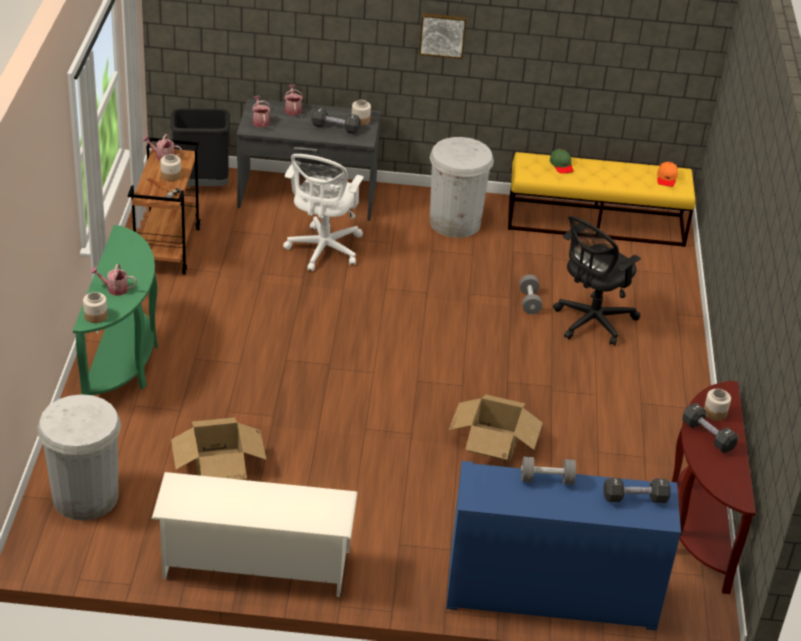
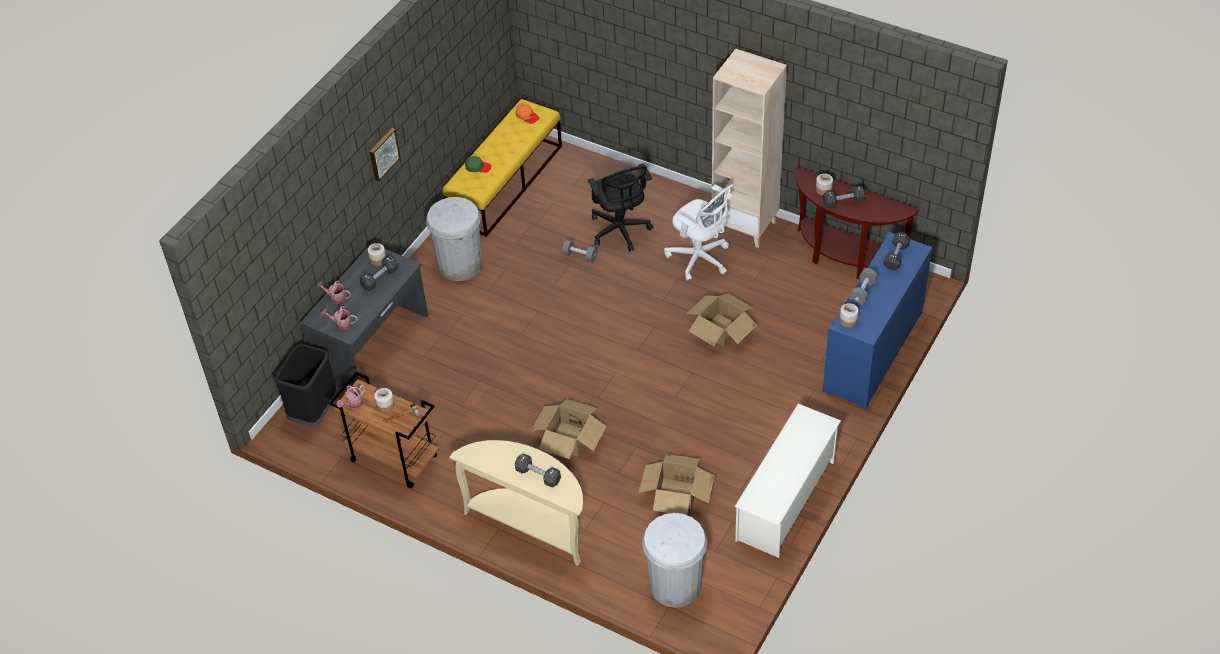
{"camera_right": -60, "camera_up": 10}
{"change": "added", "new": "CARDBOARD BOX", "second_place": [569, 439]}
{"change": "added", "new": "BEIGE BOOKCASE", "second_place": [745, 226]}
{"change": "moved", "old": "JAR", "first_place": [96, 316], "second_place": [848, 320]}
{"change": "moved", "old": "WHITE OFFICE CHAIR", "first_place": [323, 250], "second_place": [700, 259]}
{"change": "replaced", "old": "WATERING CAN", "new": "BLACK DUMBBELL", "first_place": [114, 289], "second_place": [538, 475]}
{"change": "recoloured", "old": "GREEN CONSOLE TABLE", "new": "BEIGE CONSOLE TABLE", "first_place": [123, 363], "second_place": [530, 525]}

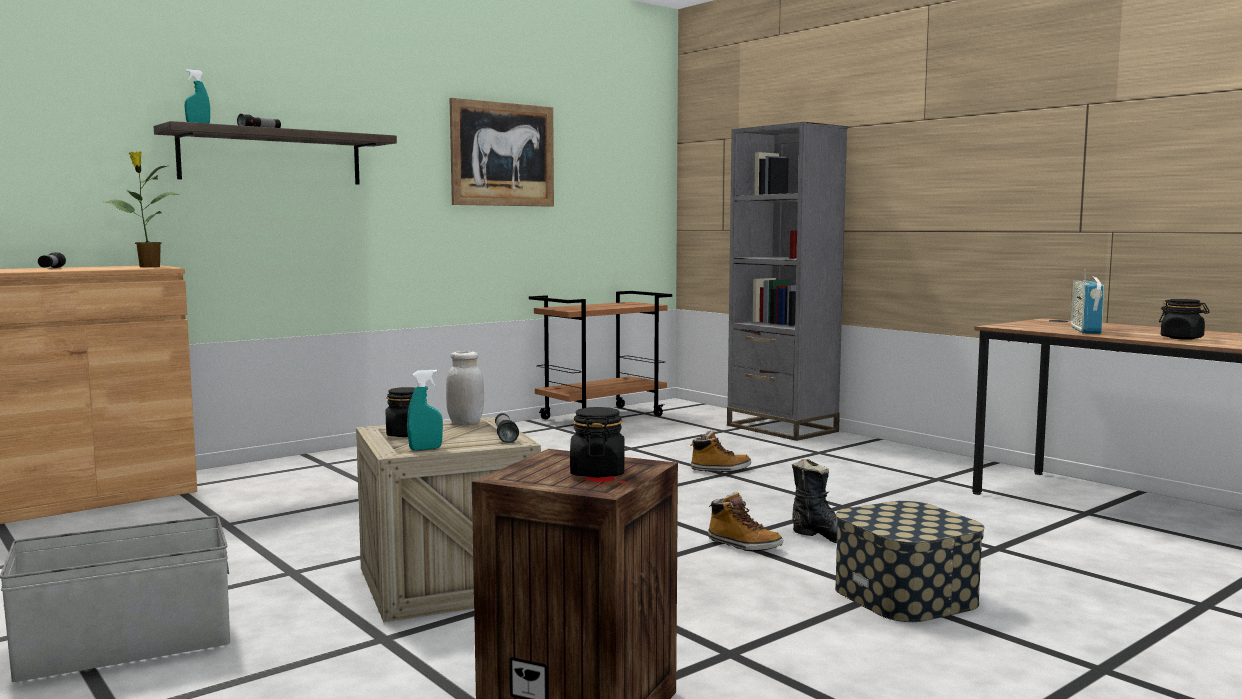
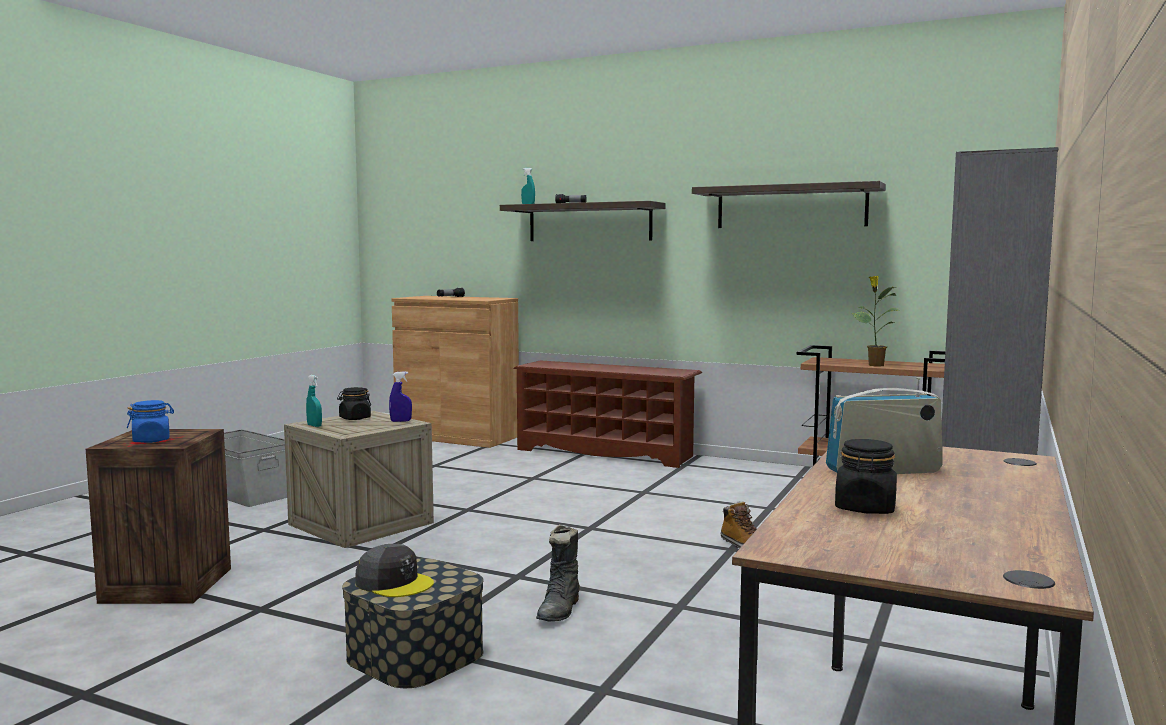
{"camera_right": 65, "camera_up": 0}
{"change": "removed", "old": "FLASHLIGHT", "first_place": [505, 436]}
{"change": "removed", "old": "BOOT", "first_place": [743, 545]}
{"change": "added", "new": "GREY CAP", "second_place": [394, 583]}
{"change": "added", "new": "BROWN SHOE RACK", "second_place": [606, 453]}
{"change": "moved", "old": "POTTED PLANT", "first_place": [148, 267], "second_place": [875, 365]}
{"change": "replaced", "old": "WHITE JAR", "new": "BLUE SPRAY BOTTLE", "first_place": [465, 423], "second_place": [401, 421]}
{"change": "replaced", "old": "PICTURE", "new": "SHELF", "first_place": [502, 154], "second_place": [791, 207]}
{"change": "recoloured", "old": "BLACK JAR", "new": "BLUE JAR", "first_place": [597, 473], "second_place": [152, 440]}

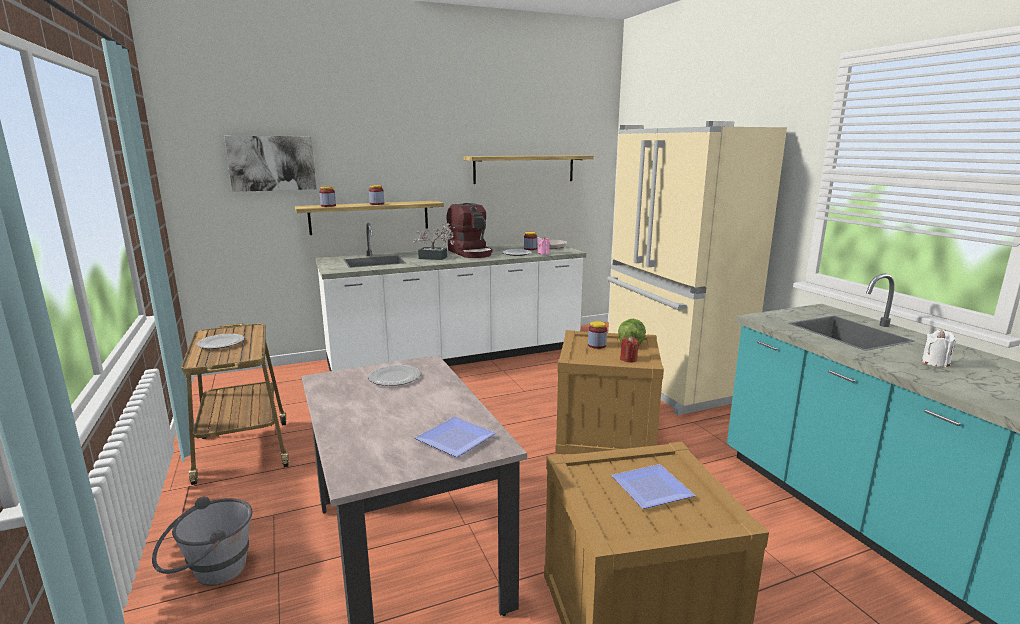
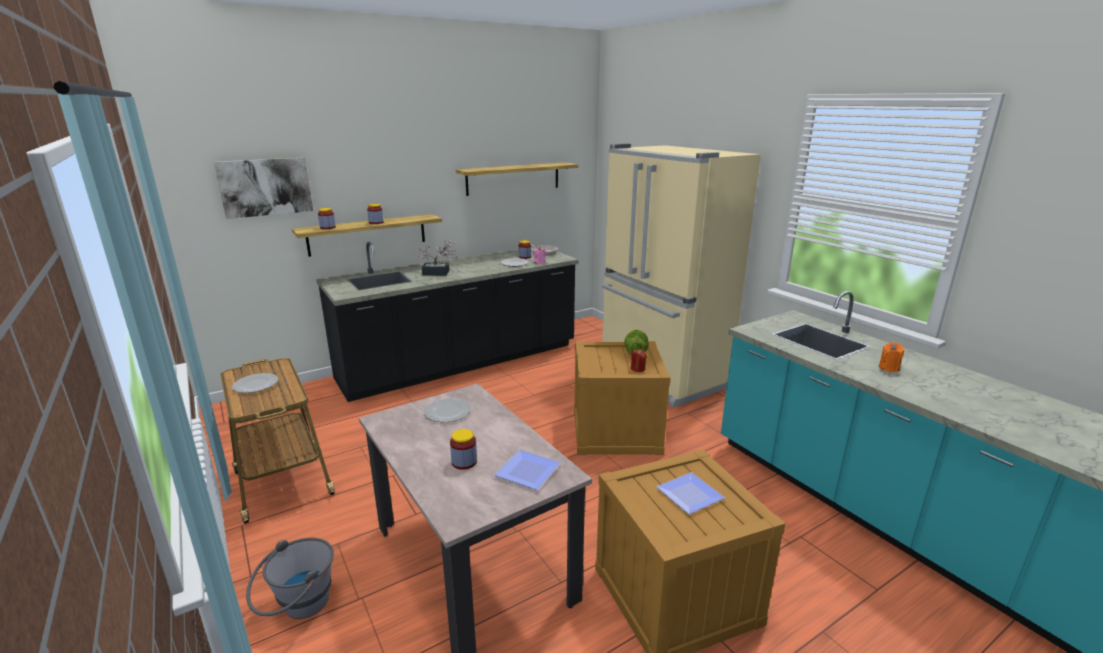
{"camera_right": -10, "camera_up": 5}
{"change": "removed", "old": "COFFEE MACHINE", "first_place": [471, 253]}
{"change": "moved", "old": "JAR", "first_place": [596, 345], "second_place": [464, 462]}
{"change": "recoloured", "old": "WHITE COUNTER", "new": "BLACK COUNTER", "first_place": [456, 356], "second_place": [460, 363]}
{"change": "recoloured", "old": "WHITE CANDLE", "new": "ORANGE CANDLE", "first_place": [935, 362], "second_place": [888, 368]}

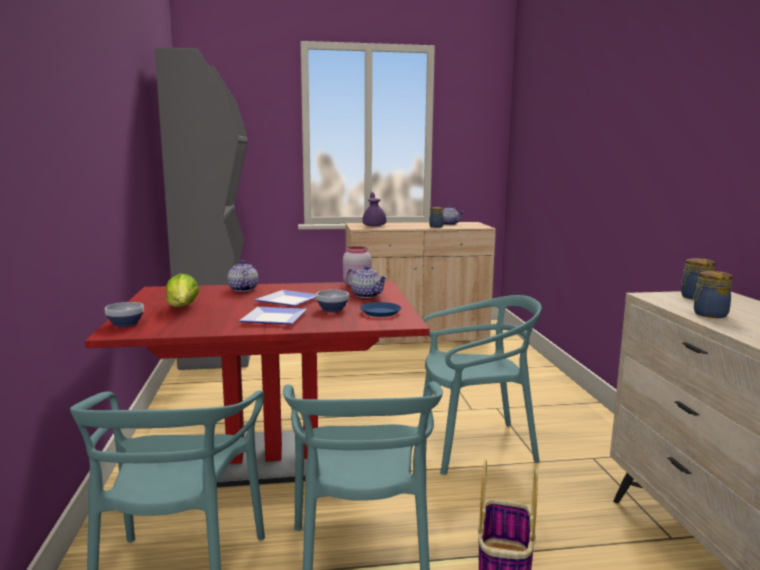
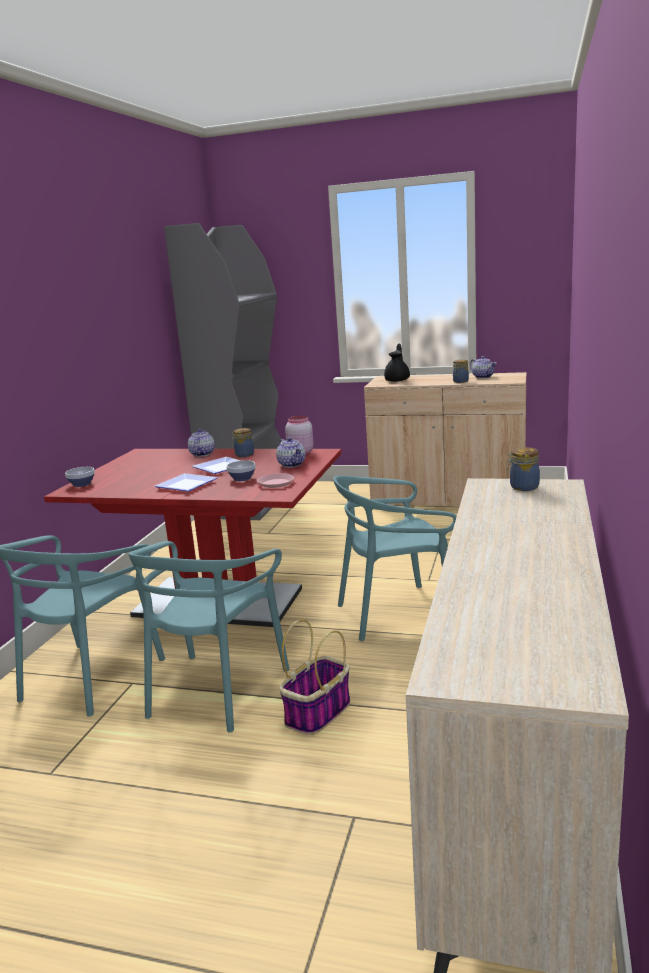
{"camera_right": 25, "camera_up": 5}
{"change": "removed", "old": "LETTUCE", "first_place": [182, 308]}
{"change": "moved", "old": "JAR", "first_place": [708, 314], "second_place": [243, 455]}
{"change": "recoloured", "old": "BLUE PLATE", "new": "PINK PLATE", "first_place": [380, 312], "second_place": [276, 483]}
{"change": "recoloured", "old": "PURPLE TEAPOT", "new": "BLACK TEAPOT", "first_place": [374, 225], "second_place": [398, 380]}
{"change": "turned", "old": "TURQUOISE CHAIR", "first_place": [474, 445], "second_place": [396, 613], "degrees": 150}

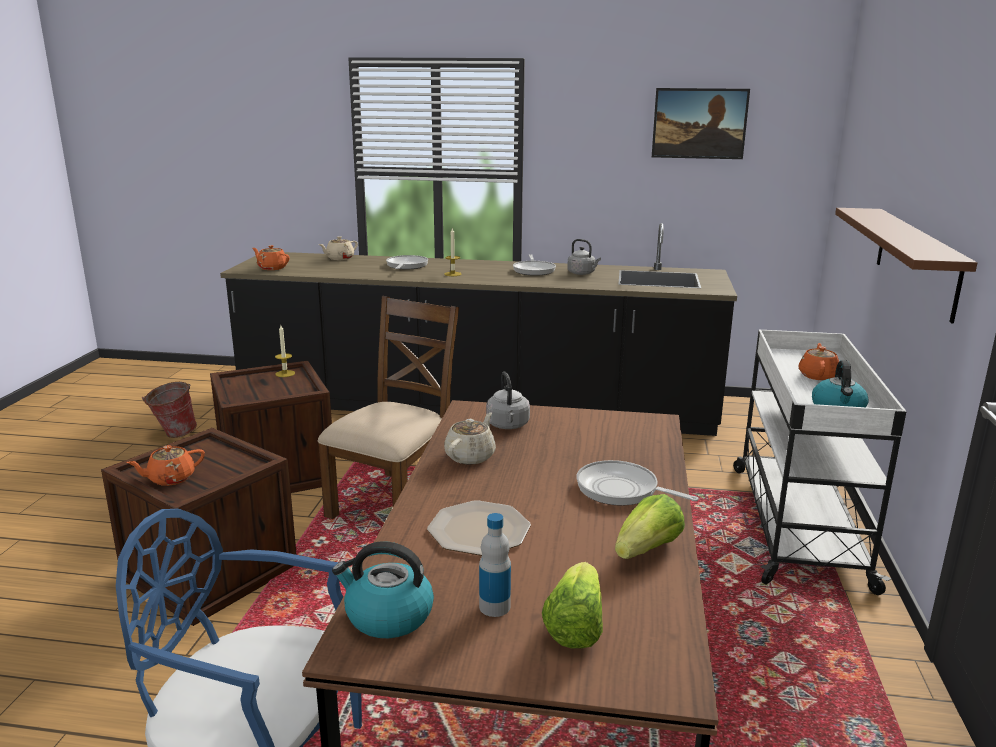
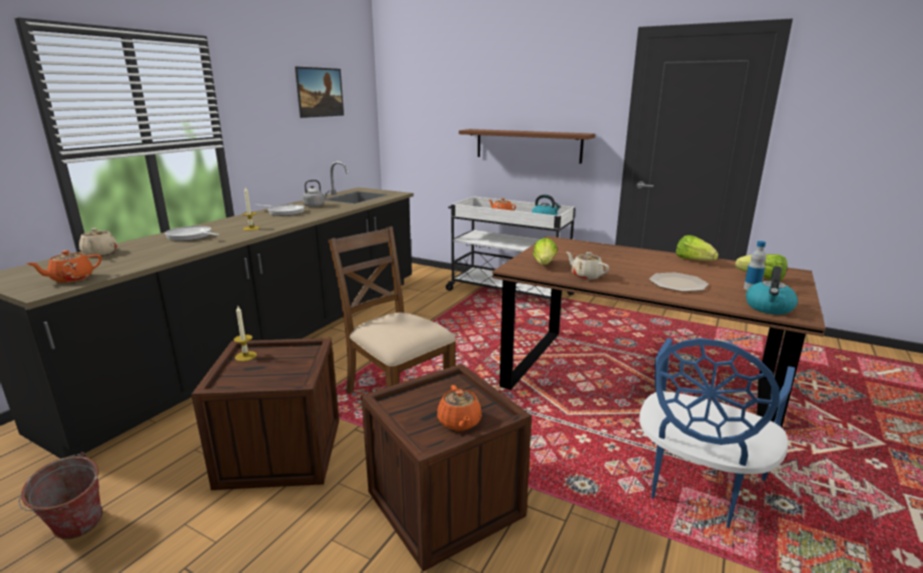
{"camera_right": -70, "camera_up": 0}
{"change": "removed", "old": "FRYING PAN", "first_place": [621, 490]}
{"change": "replaced", "old": "GREY KETTLE", "new": "LETTUCE", "first_place": [508, 425], "second_place": [544, 264]}

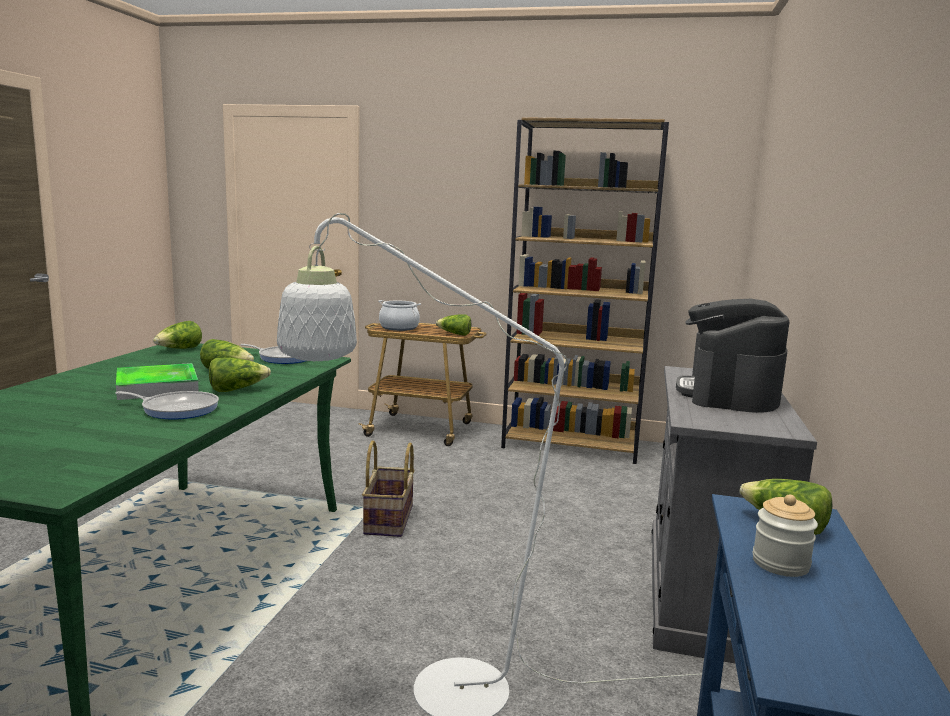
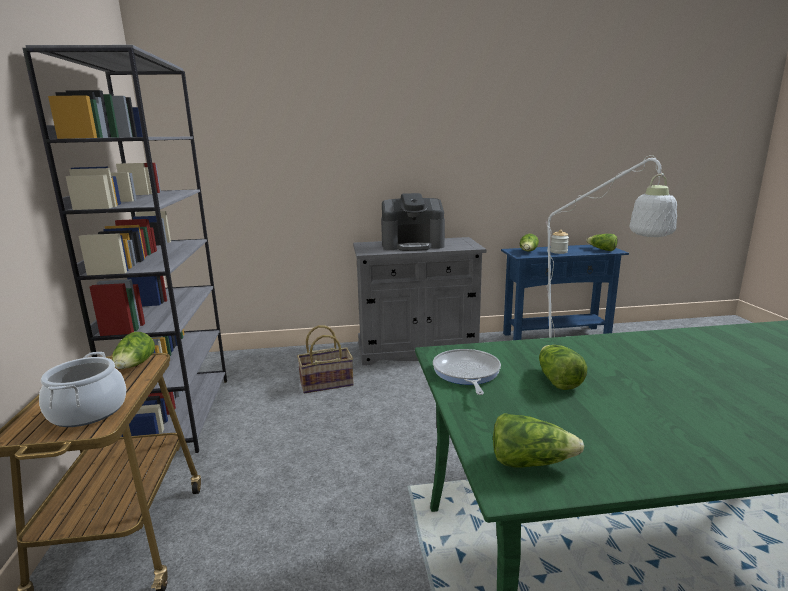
{"camera_right": -110, "camera_up": 5}
{"change": "removed", "old": "TRAY", "first_place": [157, 387]}
{"change": "removed", "old": "FRYING PAN", "first_place": [177, 409]}
{"change": "moved", "old": "LETTUCE", "first_place": [237, 389], "second_place": [602, 250]}
{"change": "moved", "old": "BASKET", "first_place": [390, 520], "second_place": [326, 383]}
{"change": "recoloured", "old": "BROWN BOOKCASE", "new": "GREY BOOKCASE", "first_place": [572, 444], "second_place": [178, 415]}

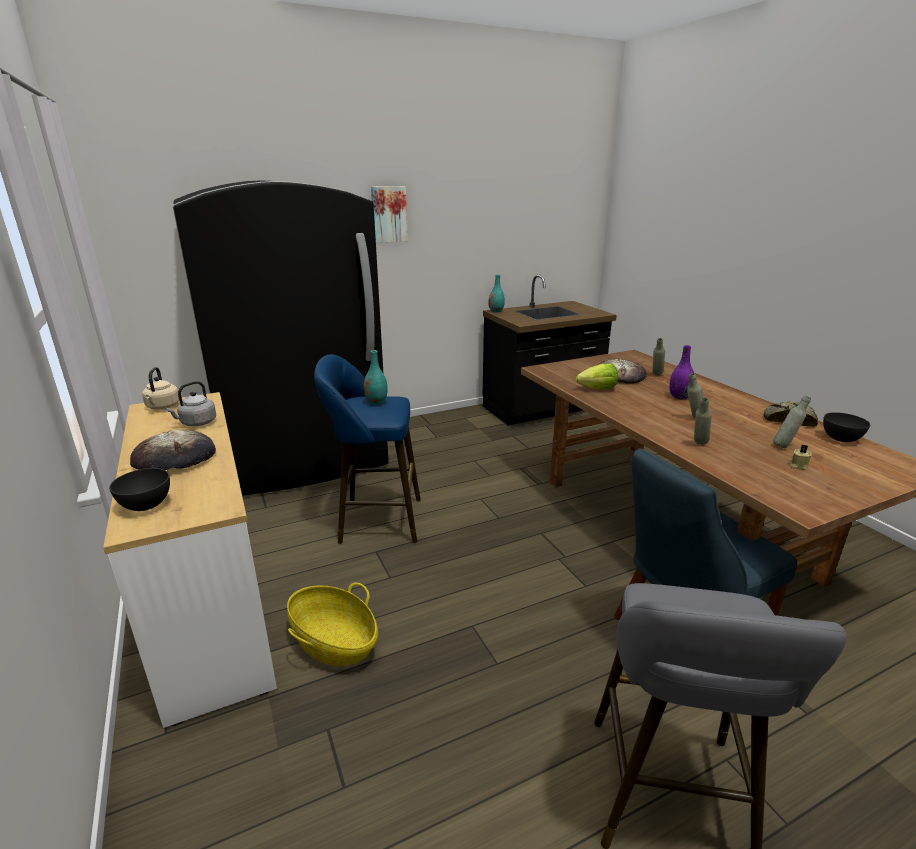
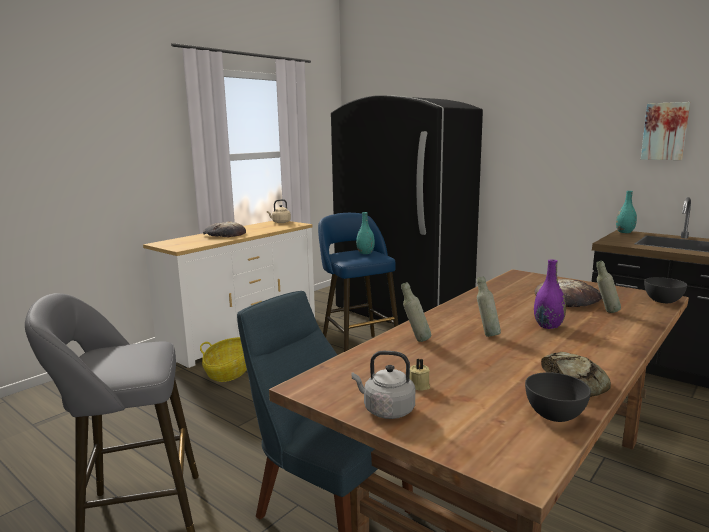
{"camera_right": 65, "camera_up": -10}
{"change": "removed", "old": "LETTUCE", "first_place": [598, 389]}
{"change": "removed", "old": "GREY BOTTLE", "first_place": [785, 446]}
{"change": "moved", "old": "GREY BOWL", "first_place": [146, 505], "second_place": [662, 301]}
{"change": "moved", "old": "GREY KETTLE", "first_place": [196, 423], "second_place": [386, 410]}
{"change": "moved", "old": "PICTURE", "first_place": [388, 214], "second_place": [665, 131]}

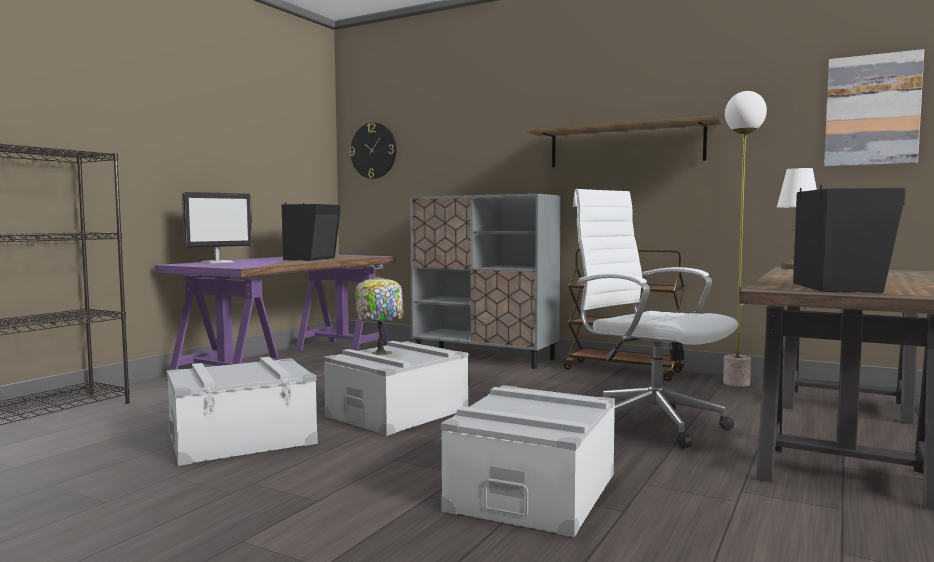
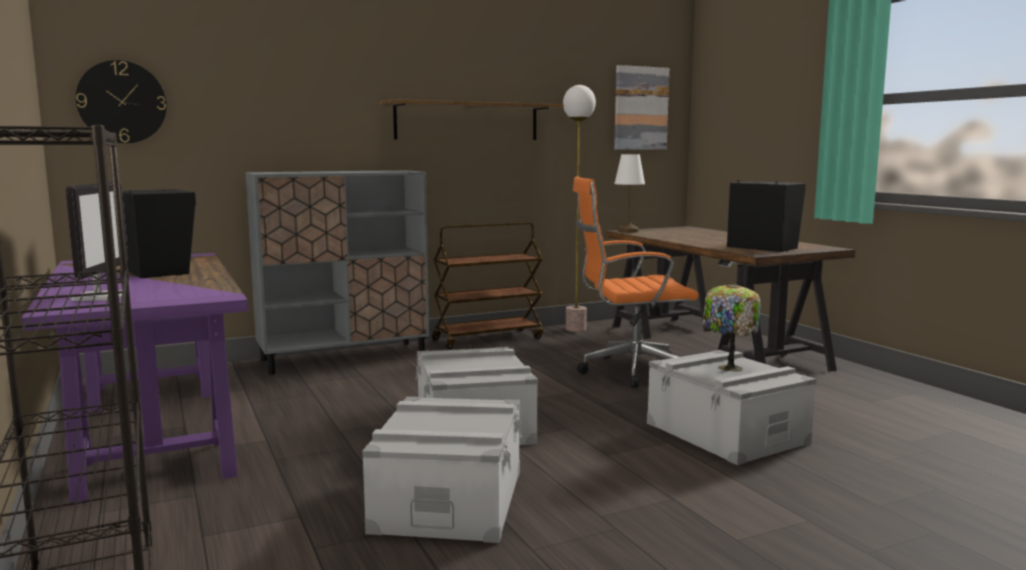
{"camera_right": -55, "camera_up": 5}
{"change": "moved", "old": "TABLE LAMP", "first_place": [380, 352], "second_place": [728, 368]}
{"change": "recoloured", "old": "WHITE OFFICE CHAIR", "new": "ORANGE OFFICE CHAIR", "first_place": [648, 423], "second_place": [629, 371]}

